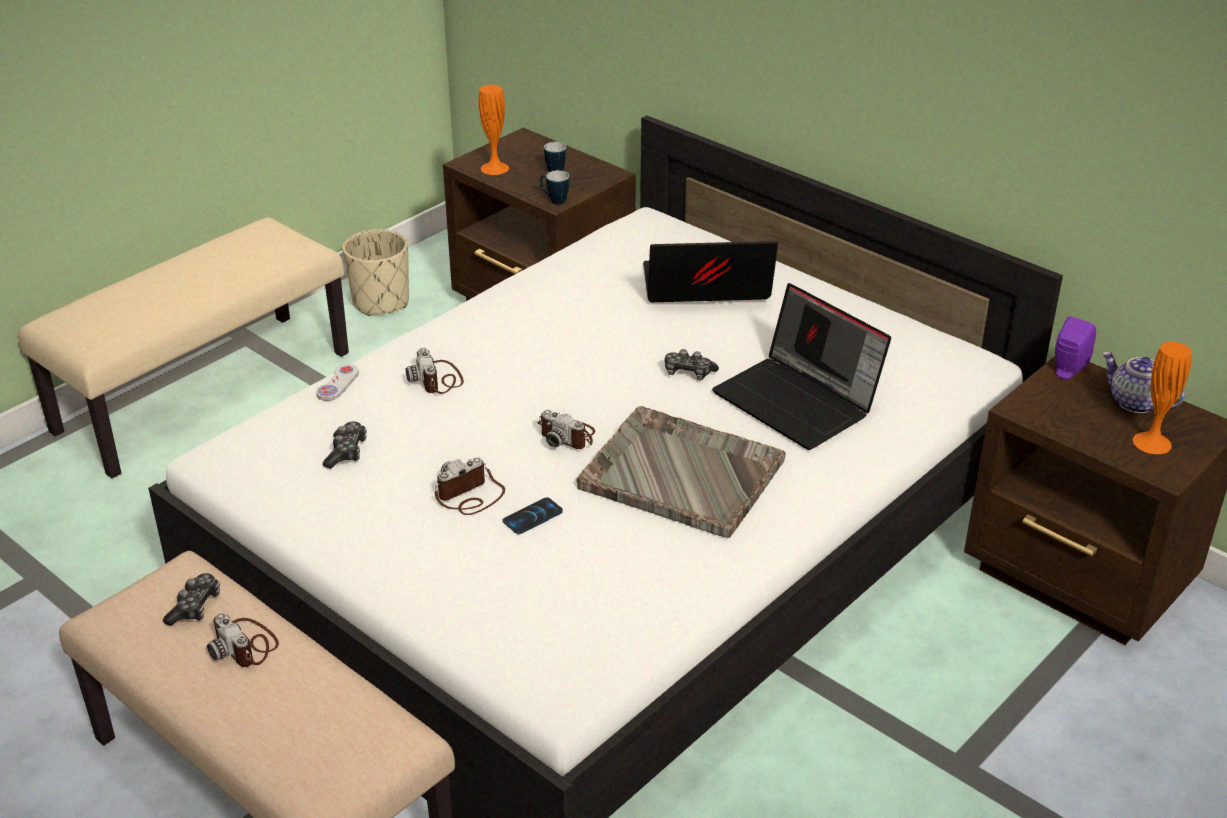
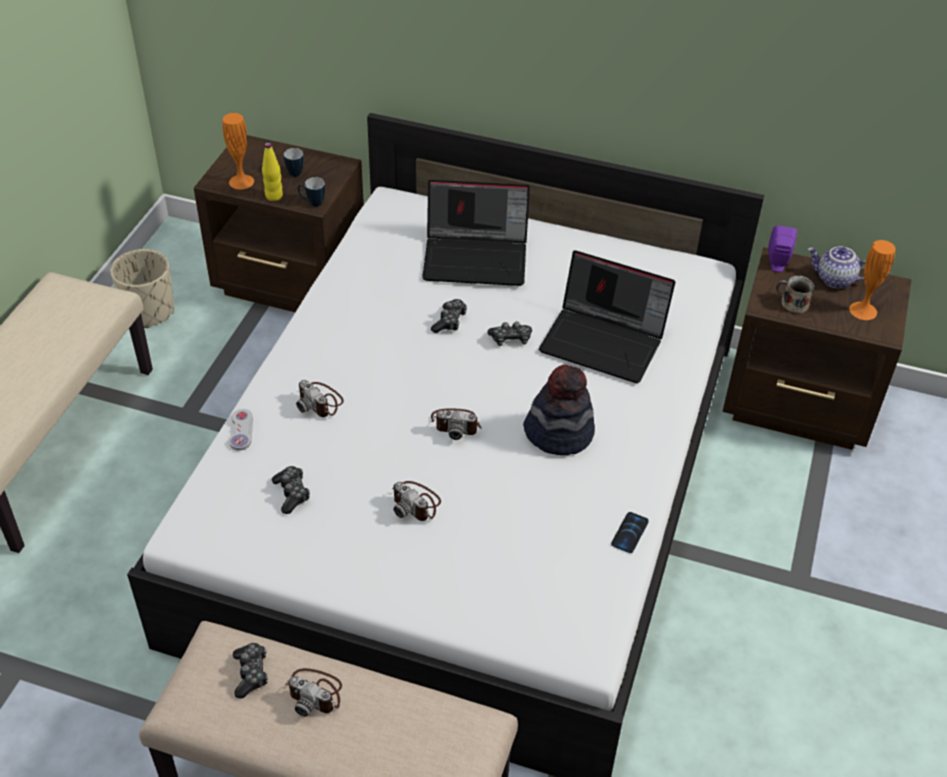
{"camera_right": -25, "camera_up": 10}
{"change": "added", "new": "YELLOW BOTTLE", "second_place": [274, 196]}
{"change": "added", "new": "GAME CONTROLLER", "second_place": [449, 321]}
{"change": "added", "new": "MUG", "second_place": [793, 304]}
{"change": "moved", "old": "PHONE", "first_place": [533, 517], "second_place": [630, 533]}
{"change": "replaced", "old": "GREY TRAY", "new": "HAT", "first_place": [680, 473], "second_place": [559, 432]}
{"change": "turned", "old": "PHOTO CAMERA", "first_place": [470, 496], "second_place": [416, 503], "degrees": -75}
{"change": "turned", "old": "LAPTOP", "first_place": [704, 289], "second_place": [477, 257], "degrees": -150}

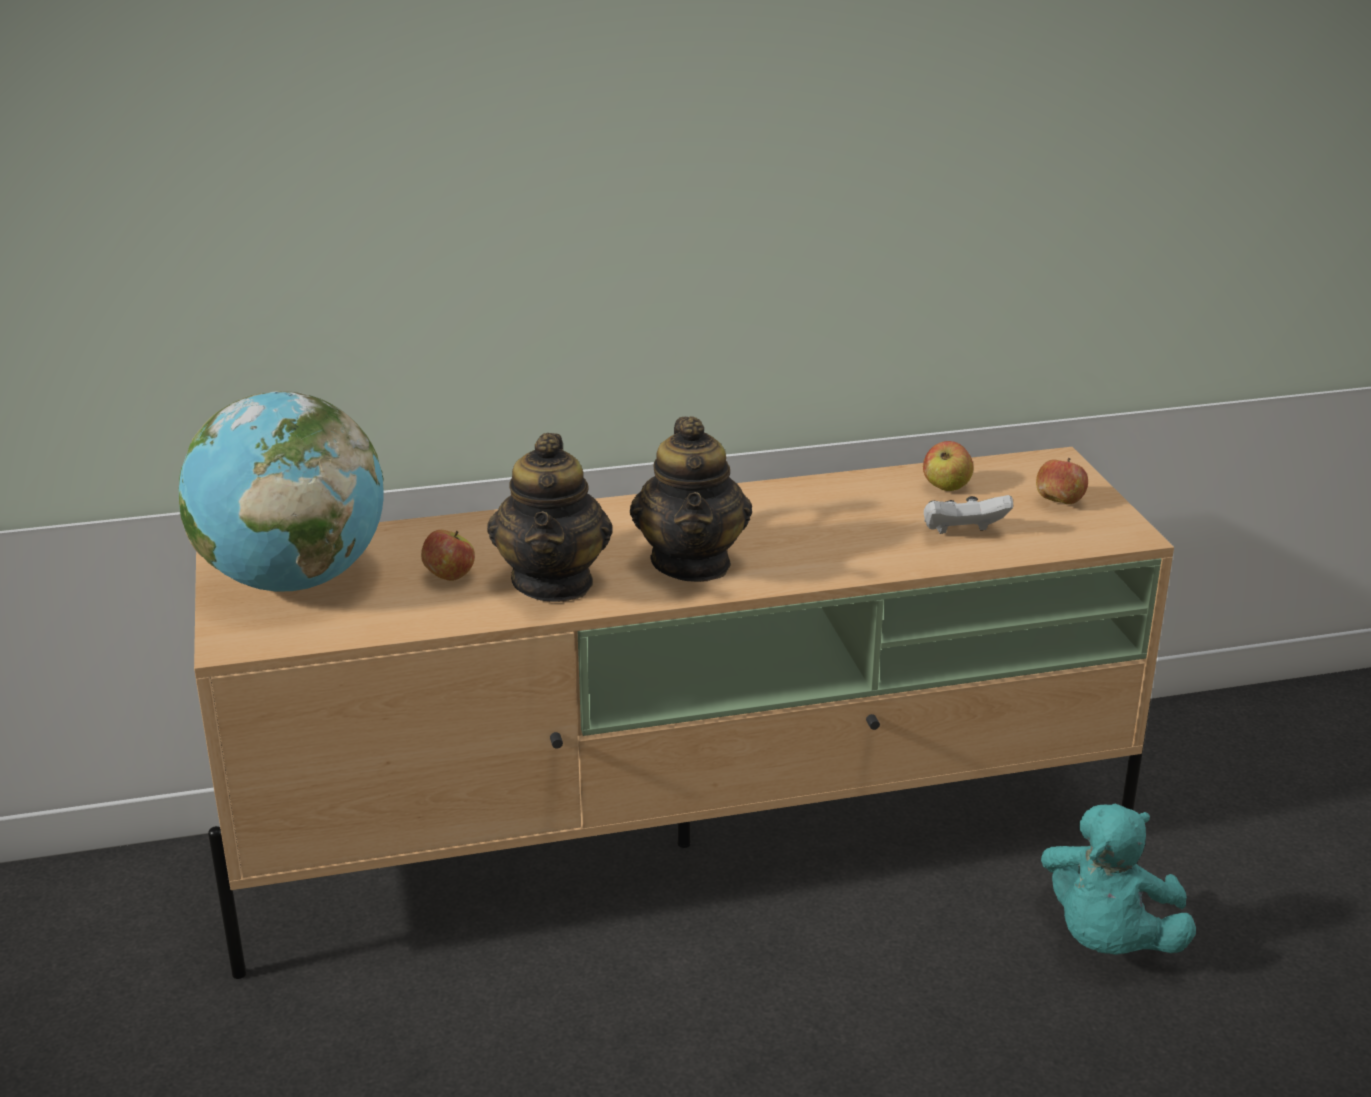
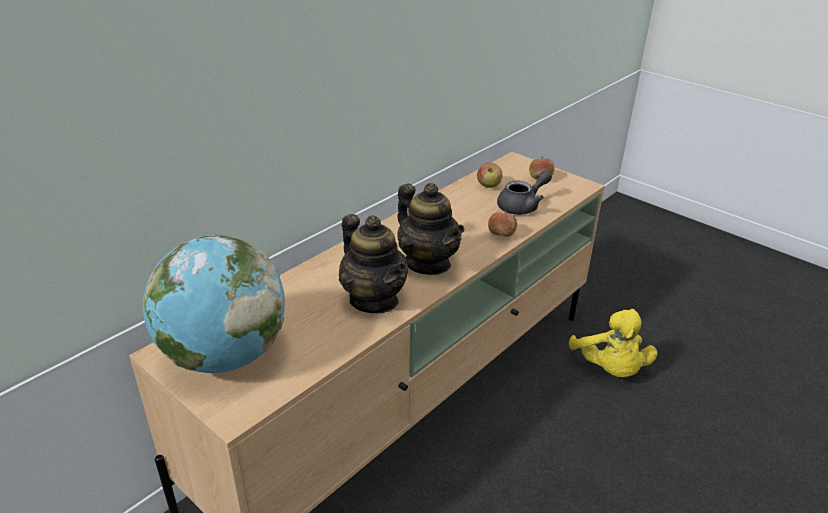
{"camera_right": -35, "camera_up": 5}
{"change": "moved", "old": "APPLE", "first_place": [449, 577], "second_place": [501, 235]}
{"change": "replaced", "old": "WHITE GAME CONTROLLER", "new": "GREY TEAPOT", "first_place": [962, 533], "second_place": [522, 206]}
{"change": "recoloured", "old": "TURQUOISE PLUSH TOY", "new": "YELLOW PLUSH TOY", "first_place": [1107, 940], "second_place": [609, 369]}

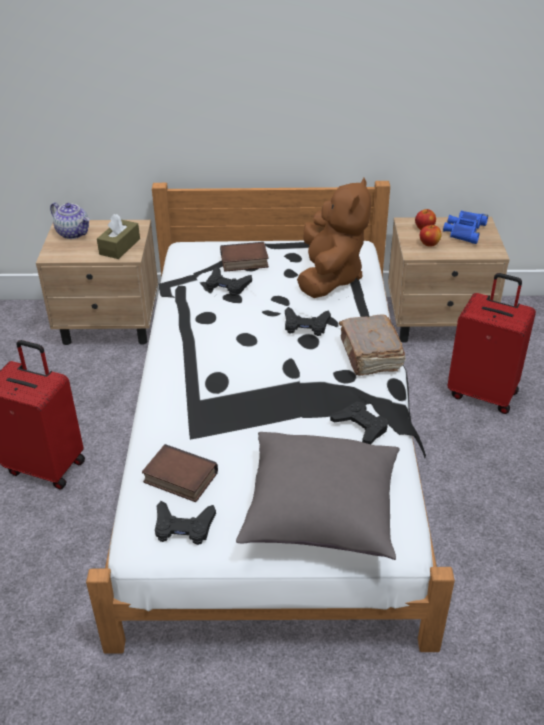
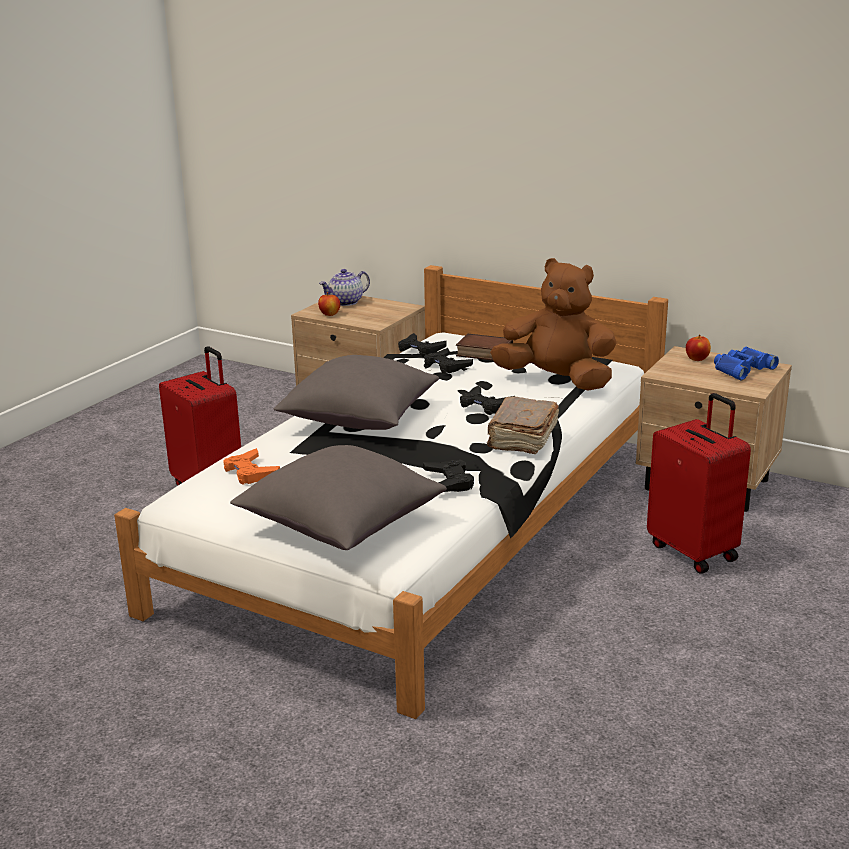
{"camera_right": 30, "camera_up": -15}
{"change": "removed", "old": "BROWN TISSUE BOX", "first_place": [120, 246]}
{"change": "added", "new": "GREY PILLOW", "second_place": [359, 418]}
{"change": "moved", "old": "BLACK GAME CONTROLLER", "first_place": [183, 527], "second_place": [420, 349]}
{"change": "moved", "old": "APPLE", "first_place": [429, 244], "second_place": [329, 314]}
{"change": "replaced", "old": "BOOK", "new": "ORANGE GAME CONTROLLER", "first_place": [178, 478], "second_place": [250, 472]}
{"change": "turned", "old": "TEAPOT", "first_place": [74, 233], "second_place": [345, 302], "degrees": 75}
{"change": "turned", "old": "BROWN PLUSH TOY", "first_place": [329, 277], "second_place": [556, 381], "degrees": -105}

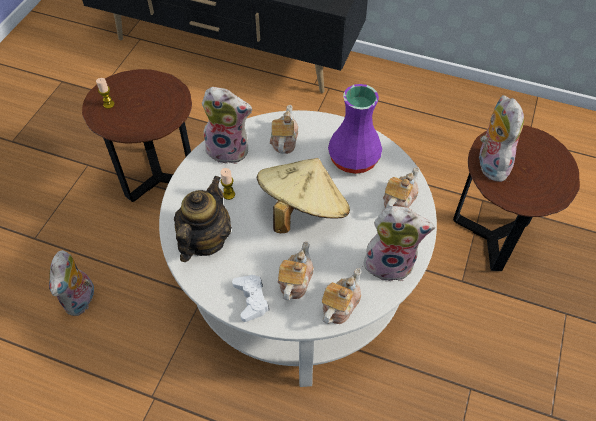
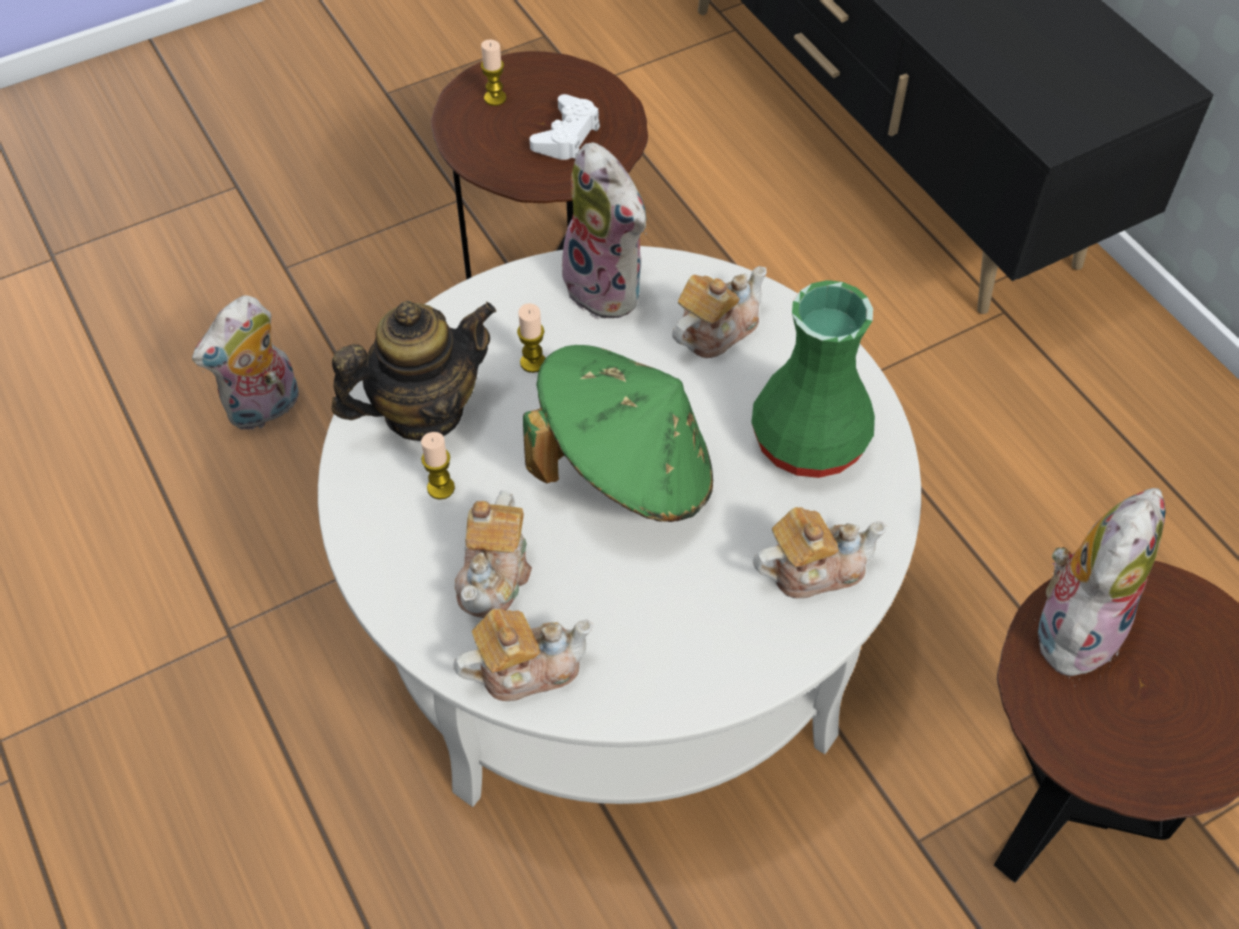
{"camera_right": 40, "camera_up": 0}
{"change": "removed", "old": "PLUSH TOY", "first_place": [390, 263]}
{"change": "added", "new": "CANDLE", "second_place": [441, 488]}
{"change": "moved", "old": "WHITE GAME CONTROLLER", "first_place": [251, 299], "second_place": [567, 136]}
{"change": "recoloured", "old": "BEIGE HAT", "new": "GREEN HAT", "first_place": [302, 210], "second_place": [625, 469]}
{"change": "recoloured", "old": "PURPLE VASE", "new": "GREEN VASE", "first_place": [353, 159], "second_place": [806, 441]}
{"change": "turned", "old": "TEAPOT", "first_place": [294, 281], "second_place": [495, 575], "degrees": 135}

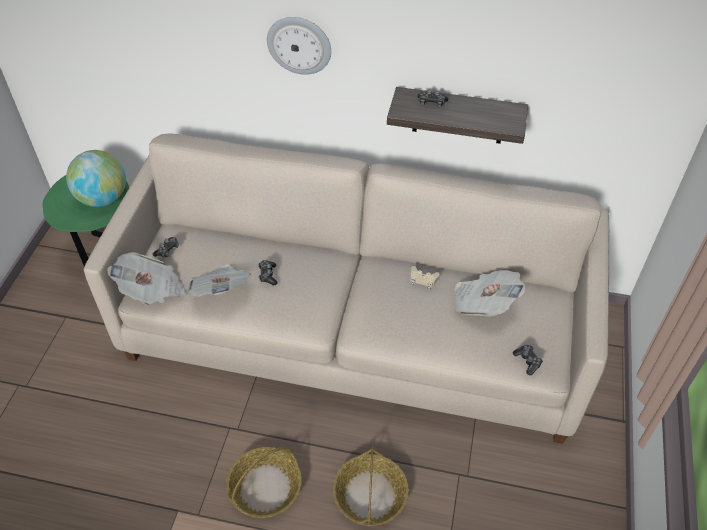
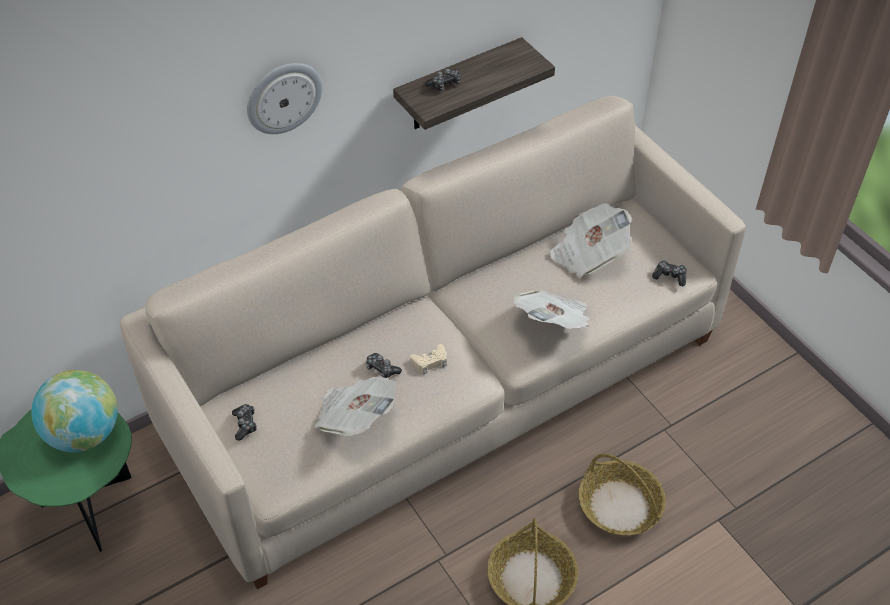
{"camera_right": -45, "camera_up": 0}
{"change": "moved", "old": "NEWSPAPER", "first_place": [151, 290], "second_place": [553, 322]}
{"change": "moved", "old": "BEIGE GAME CONTROLLER", "first_place": [423, 279], "second_place": [430, 362]}

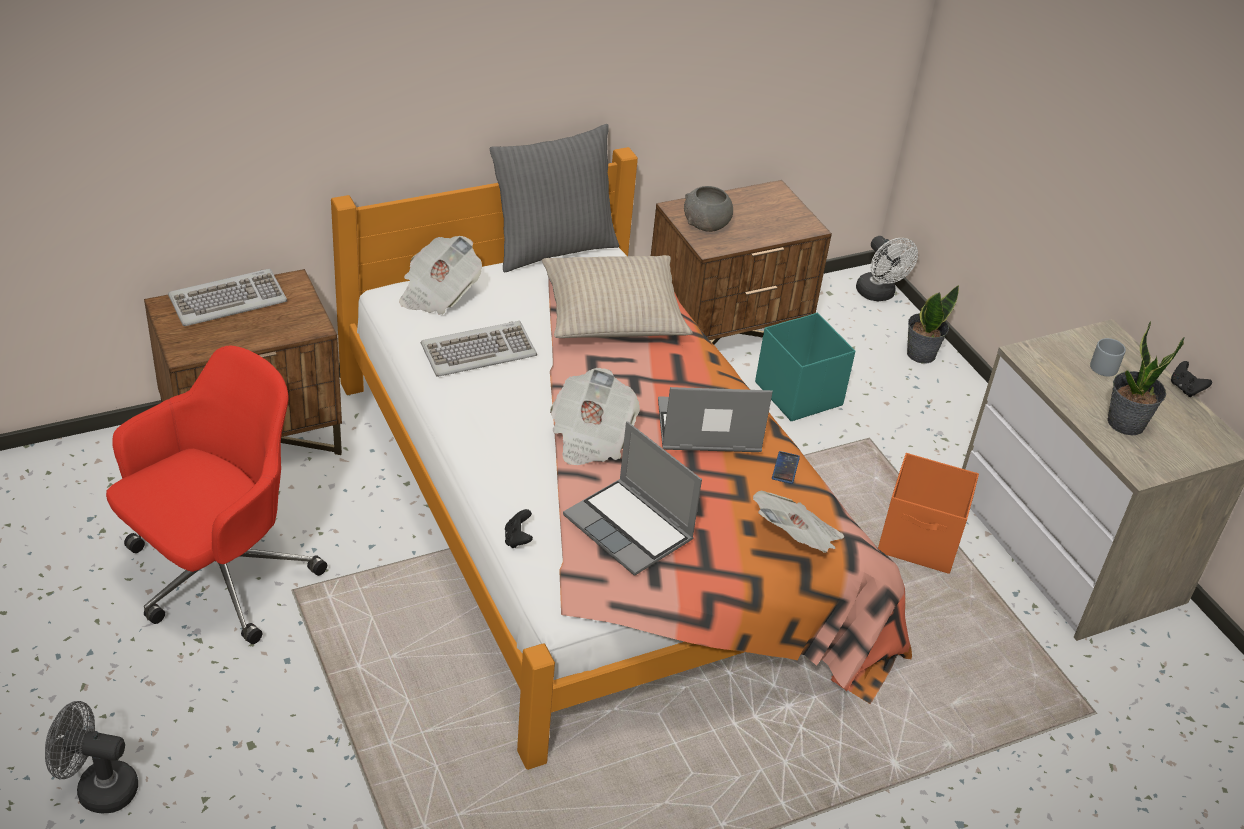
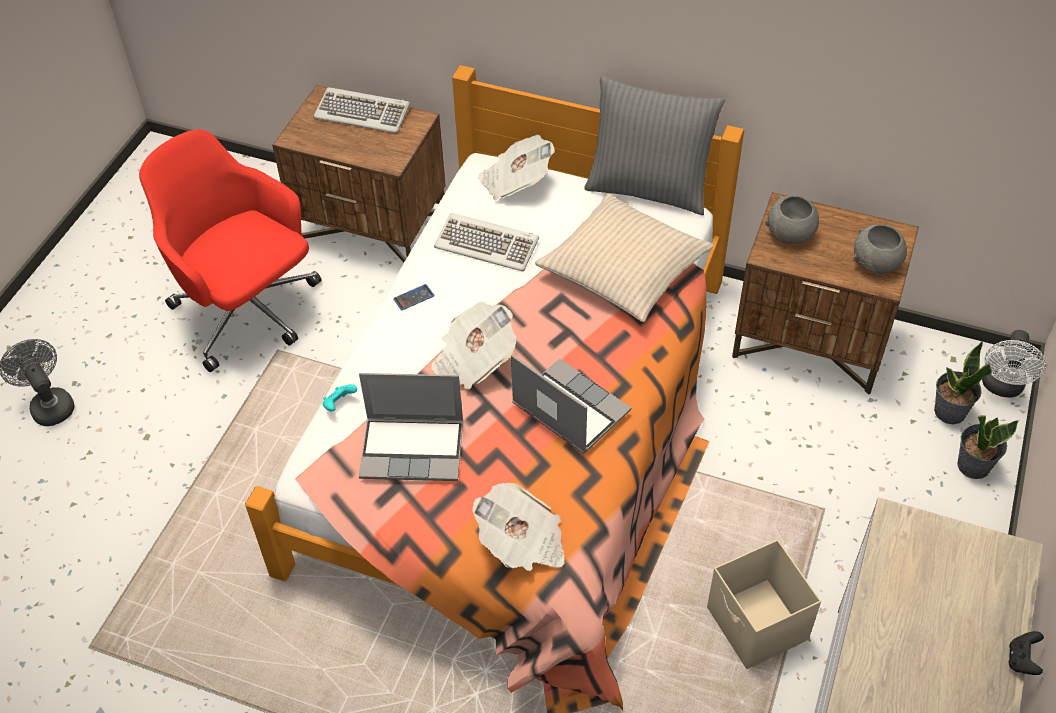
{"camera_right": 50, "camera_up": 10}
{"change": "removed", "old": "TURQUOISE STORAGE BOX", "first_place": [798, 393]}
{"change": "removed", "old": "GREY MUG", "first_place": [1102, 364]}
{"change": "added", "new": "GREY BOWL", "second_place": [876, 263]}
{"change": "moved", "old": "PHONE", "first_place": [785, 468], "second_place": [413, 297]}
{"change": "moved", "old": "POTTED PLANT", "first_place": [1125, 423], "second_place": [949, 412]}
{"change": "recoloured", "old": "BLACK GAME CONTROLLER", "new": "TURQUOISE GAME CONTROLLER", "first_place": [518, 539], "second_place": [339, 404]}
{"change": "recoloured", "old": "ORANGE STORAGE BOX", "new": "BEIGE STORAGE BOX", "first_place": [920, 542], "second_place": [757, 625]}
{"change": "turned", "old": "RED OFFICE CHAIR", "first_place": [218, 577], "second_place": [248, 312], "degrees": -135}
{"change": "turned", "old": "LAPTOP", "first_place": [630, 529], "second_place": [414, 449], "degrees": -90}

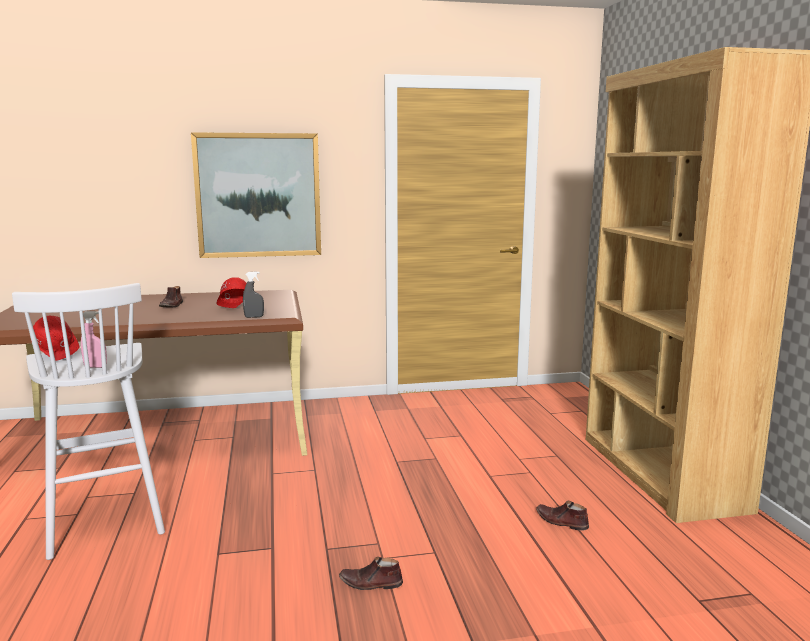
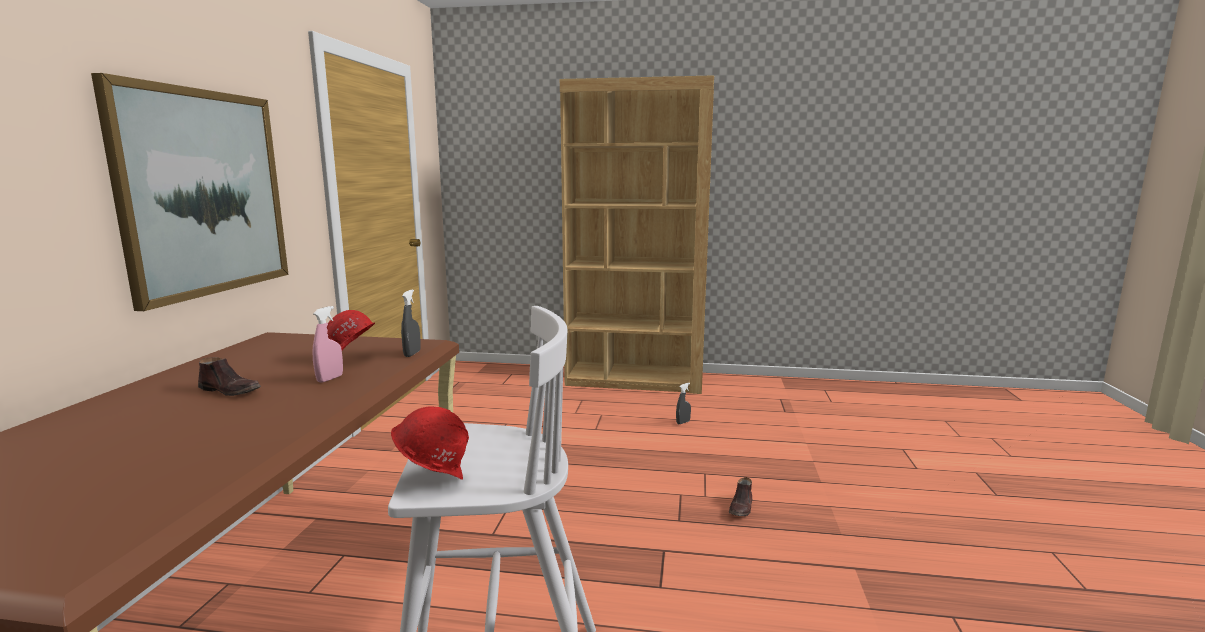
{"camera_right": -70, "camera_up": 0}
{"change": "moved", "old": "PINK SPRAY BOTTLE", "first_place": [95, 367], "second_place": [330, 379]}
{"change": "replaced", "old": "BROWN SHOE", "new": "GREY SPRAY BOTTLE", "first_place": [561, 522], "second_place": [683, 422]}

